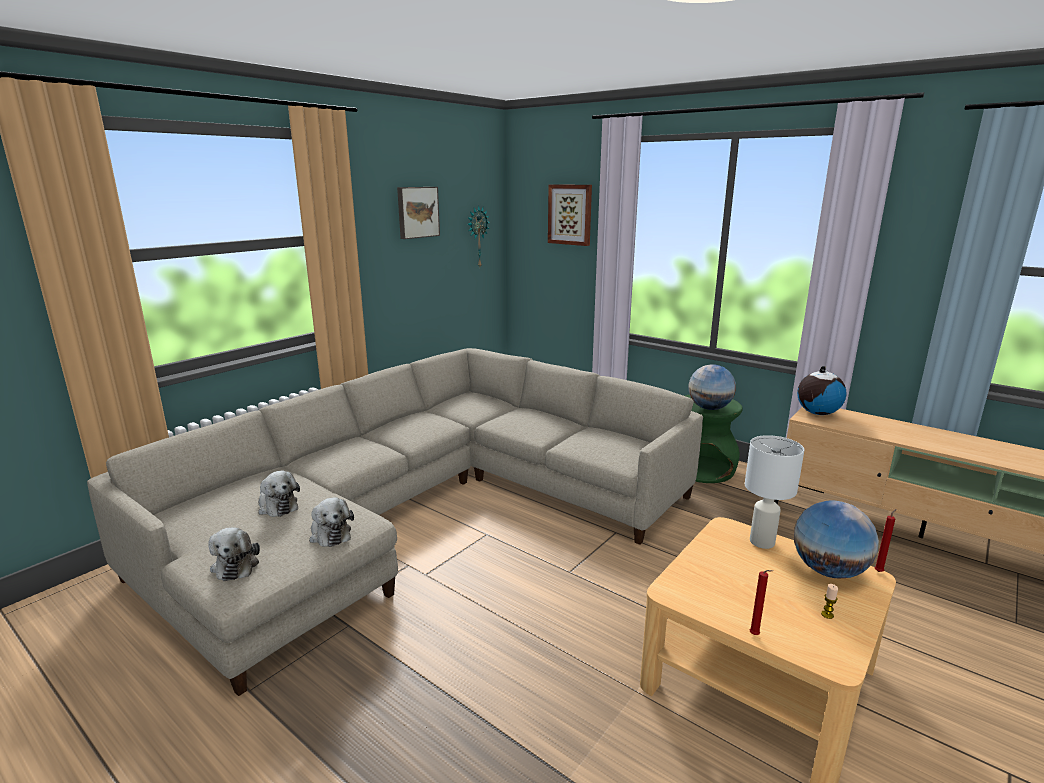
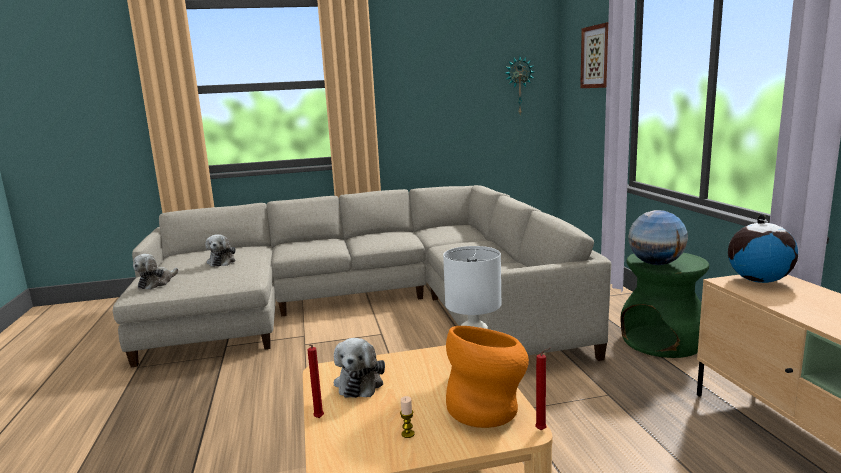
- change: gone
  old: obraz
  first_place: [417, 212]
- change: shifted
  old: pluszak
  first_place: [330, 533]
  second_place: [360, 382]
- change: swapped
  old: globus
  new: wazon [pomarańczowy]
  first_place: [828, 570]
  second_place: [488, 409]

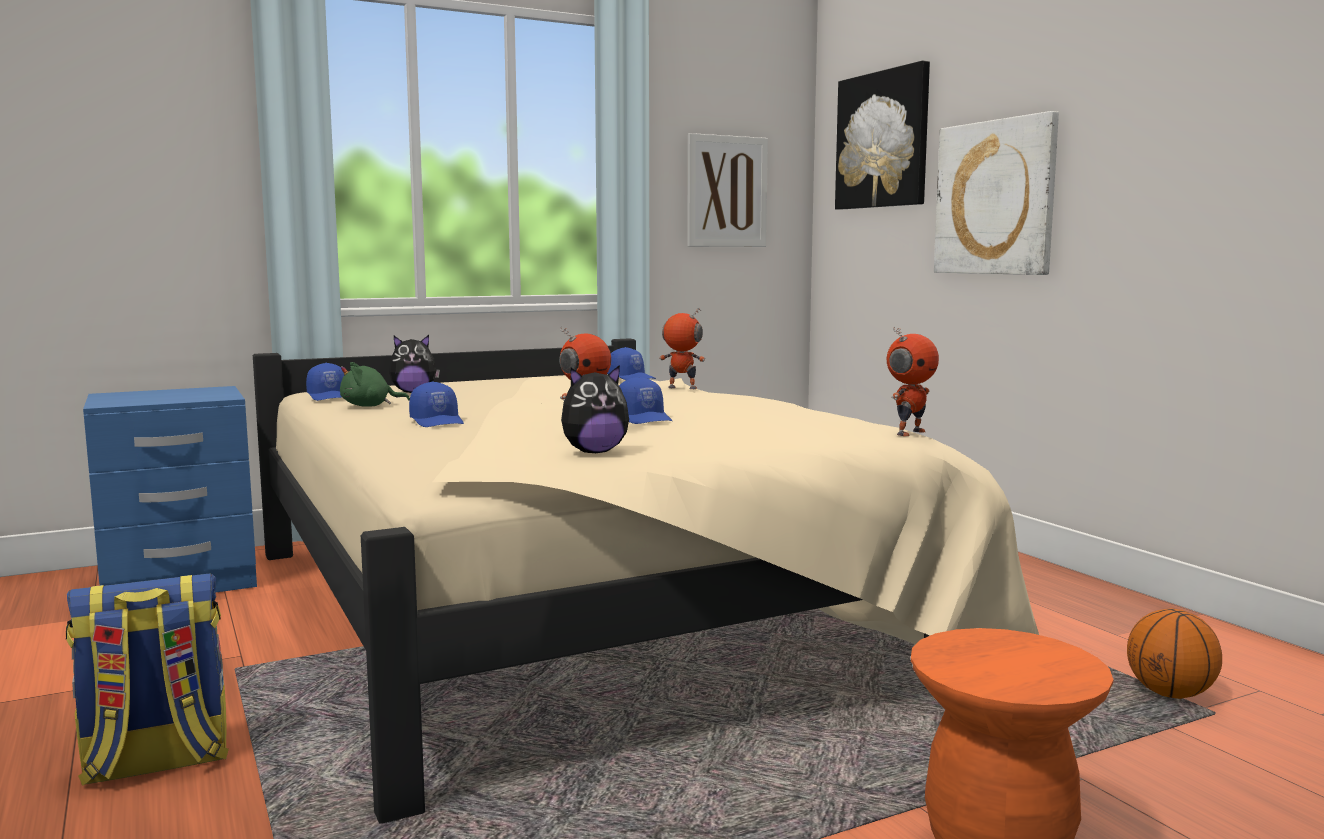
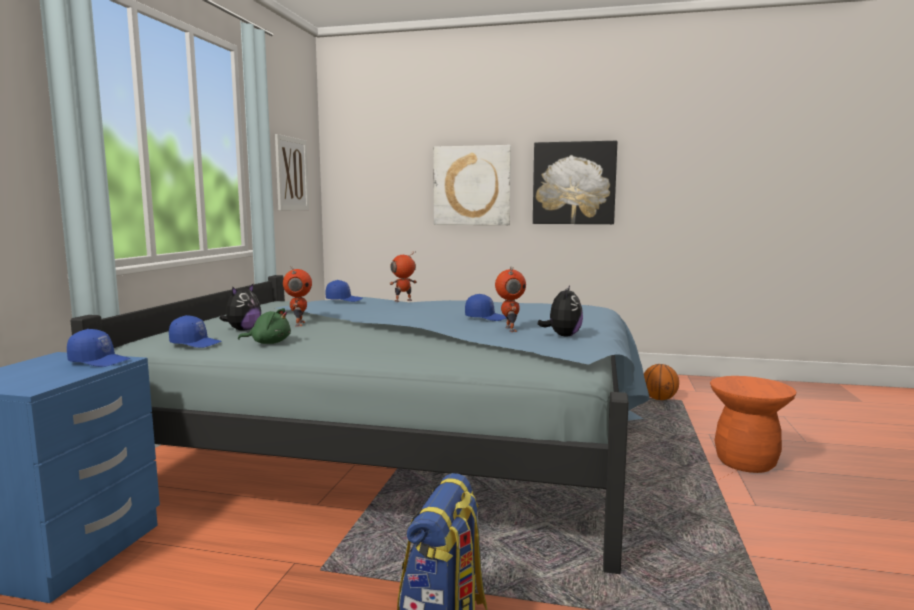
- change: shifted
  old: obraz
  first_place: [883, 140]
  second_place: [574, 183]
- change: shifted
  old: robot zabawkowy
  first_place: [909, 433]
  second_place: [298, 324]
- change: repainted
  old: łóżko [beżowy]
  new: łóżko [niebieski]
  first_place: [582, 610]
  second_place: [411, 450]
- change: rotated
  old: pluszak [zielony]
  first_place: [369, 406]
  second_place: [268, 343]
  degrees: -105
- change: shifted
  old: czapka z daszkiem [niebieski]
  first_place: [438, 422]
  second_place: [100, 361]

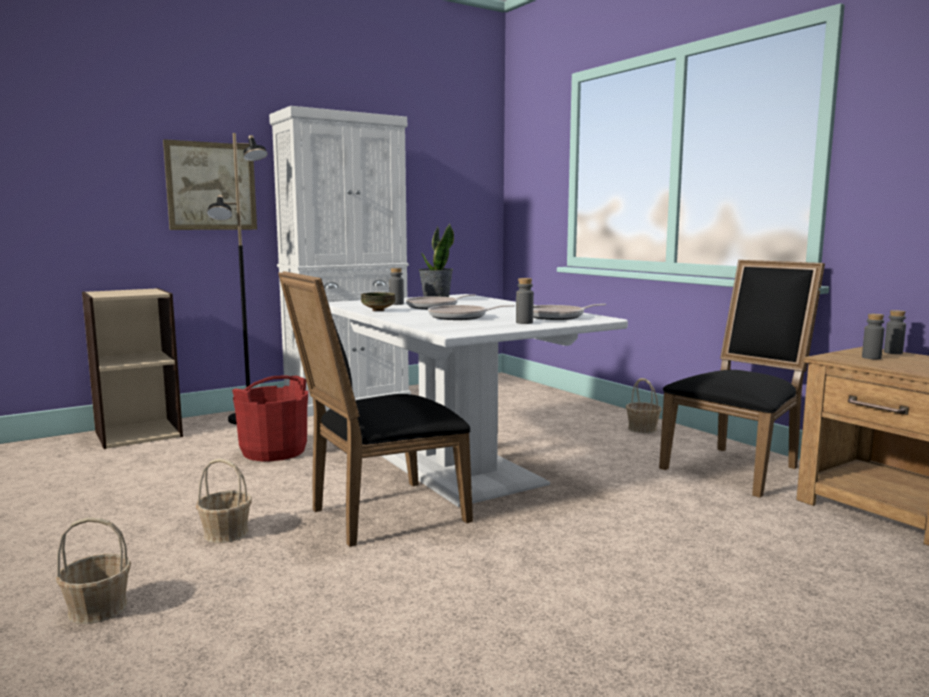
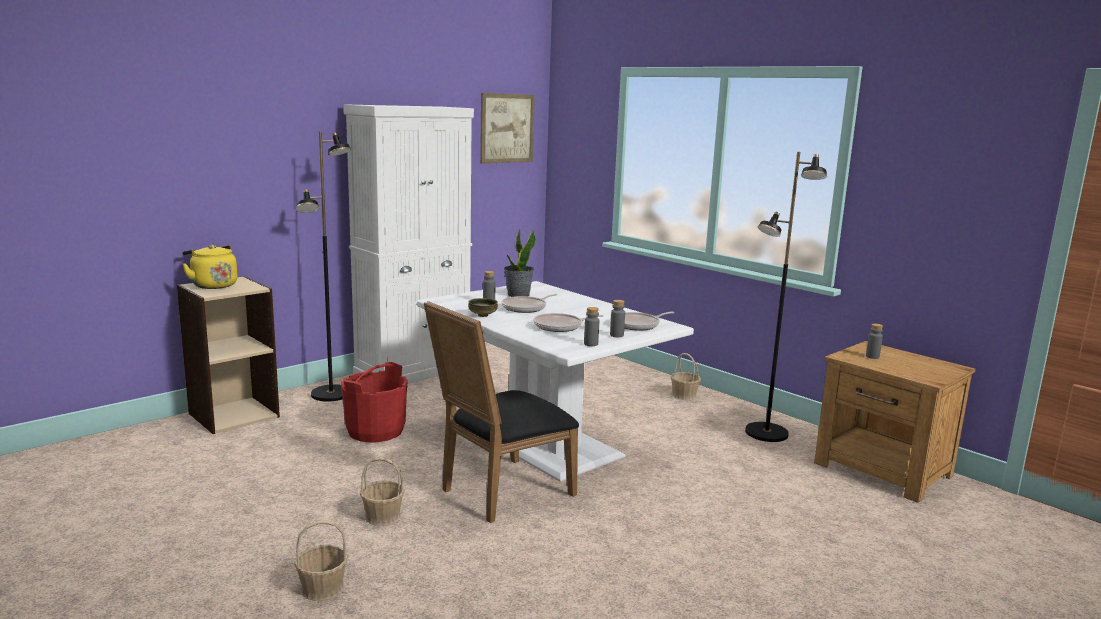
- change: shifted
  old: obraz
  first_place: [211, 186]
  second_place: [507, 128]
- change: swapped
  old: krzesło [czarny]
  new: lampa stojąca [czarny]
  first_place: [737, 467]
  second_place: [766, 433]
- change: shifted
  old: butelka [szary]
  first_place: [893, 352]
  second_place: [591, 344]
- change: new
  new: czajnik [żółty]
  second_place: [212, 285]

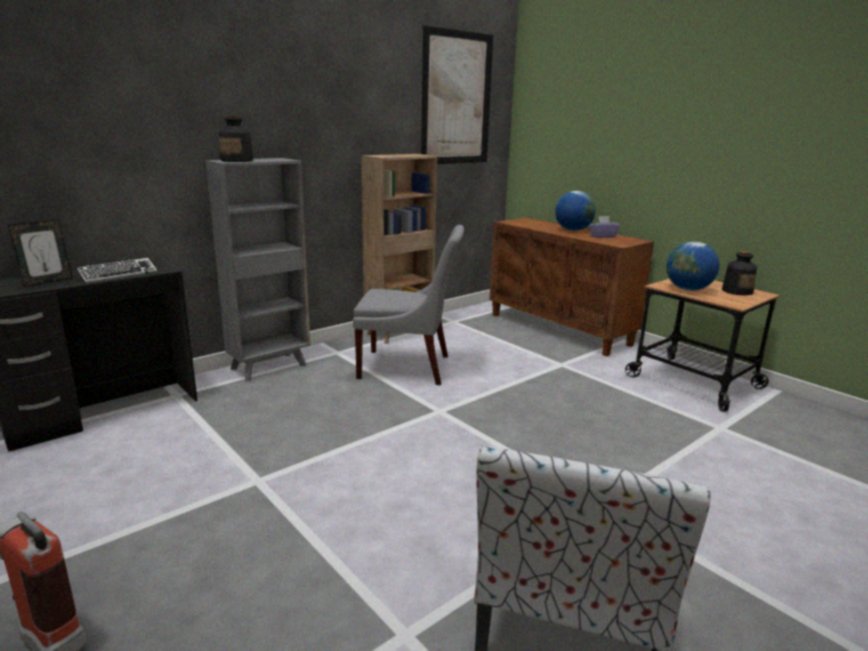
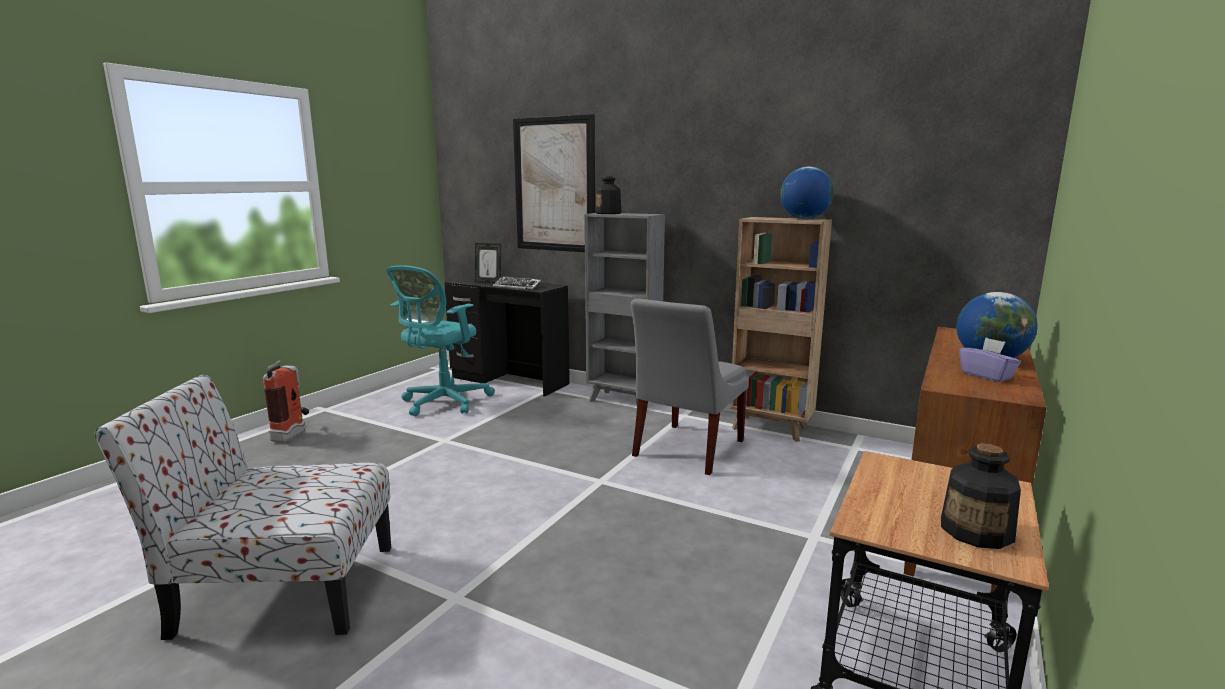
- change: shifted
  old: obraz
  first_place: [457, 99]
  second_place: [554, 185]
- change: rotated
  old: krzesło [szary]
  first_place: [409, 367]
  second_place: [686, 450]
  degrees: 45
- change: shifted
  old: globus
  first_place: [688, 289]
  second_place: [804, 219]
- change: new
  new: krzesło biurowe [turkusowy]
  second_place: [443, 403]

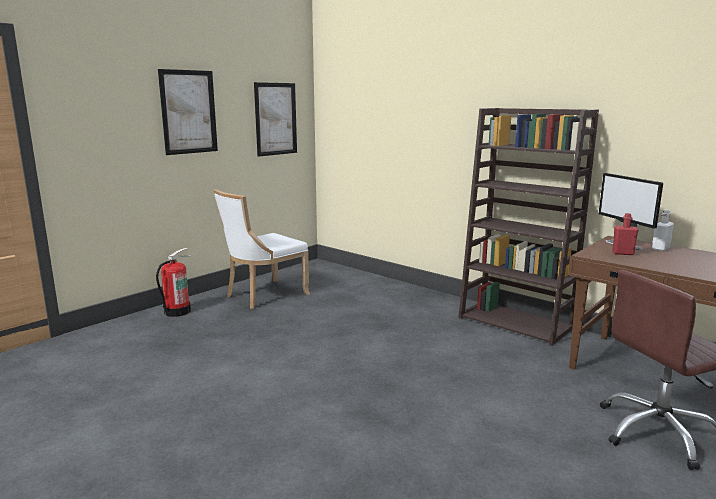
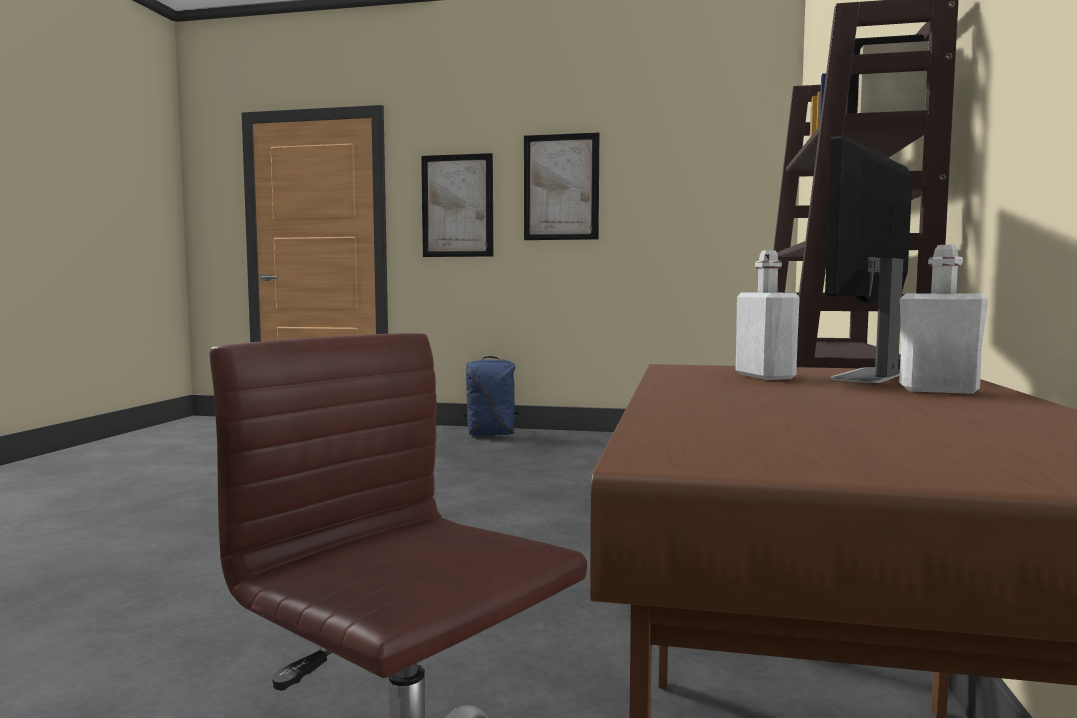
- change: shifted
  old: obraz
  first_place: [276, 119]
  second_place: [457, 206]
- change: gone
  old: krzesło [biały]
  first_place: [263, 295]
- change: repainted
  old: butelka [czerwony]
  new: butelka [biały]
  first_place: [622, 253]
  second_place: [765, 376]
- change: swapped
  old: gaśnica
  new: plecak [niebieski]
  first_place: [177, 311]
  second_place: [491, 434]

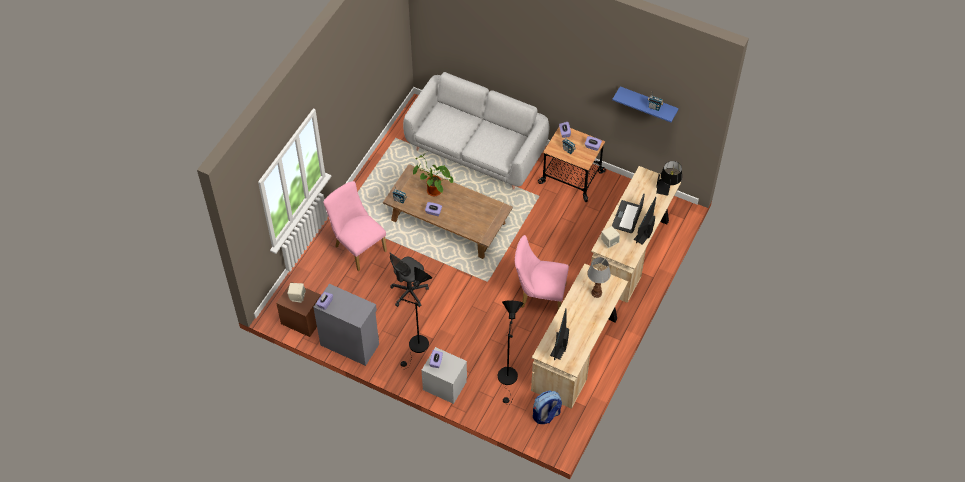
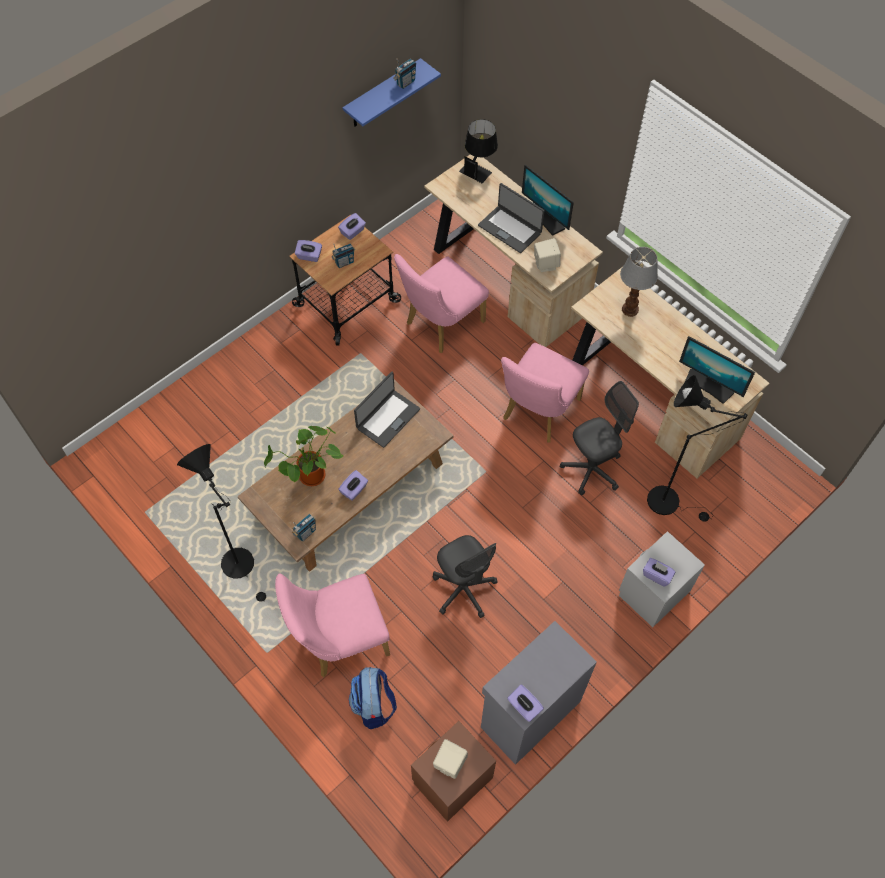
- change: gone
  old: kanapa [szary]
  first_place: [477, 150]
- change: shifted
  old: lampa stojąca [czarny]
  first_place: [417, 347]
  second_place: [242, 568]
- change: shifted
  old: plecak
  first_place: [546, 415]
  second_place: [373, 705]
- change: new
  new: krzesło [różowy]
  second_place: [440, 325]
- change: new
  new: laptop
  second_place: [387, 418]
- change: new
  new: krzesło biurowe [szary]
  second_place: [591, 469]

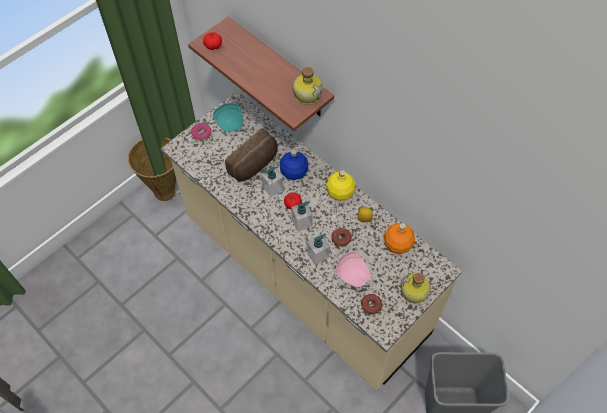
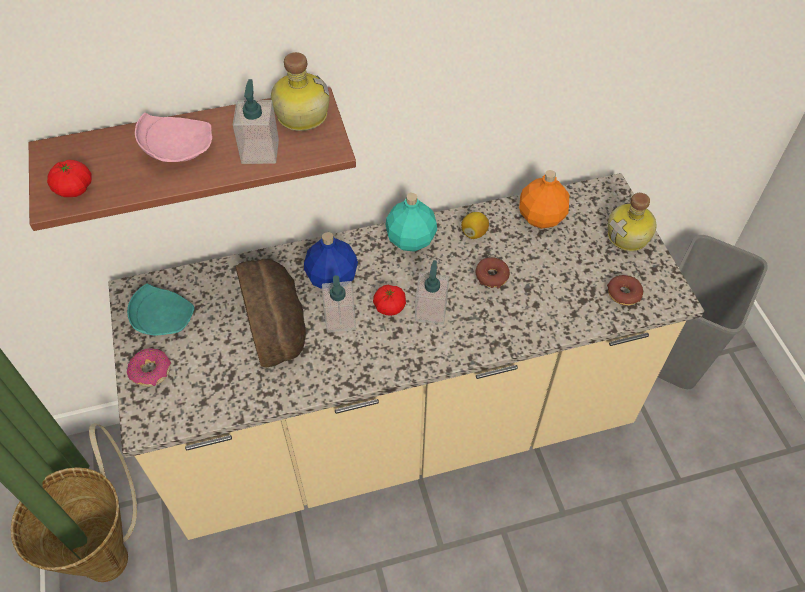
- change: repainted
  old: butelka [żółty]
  new: butelka [turkusowy]
  first_place: [340, 193]
  second_place: [411, 240]
- change: shifted
  old: dozownik mydła
  first_place: [318, 255]
  second_place: [260, 151]
- change: shifted
  old: talerz [różowy]
  first_place: [353, 273]
  second_place: [177, 148]

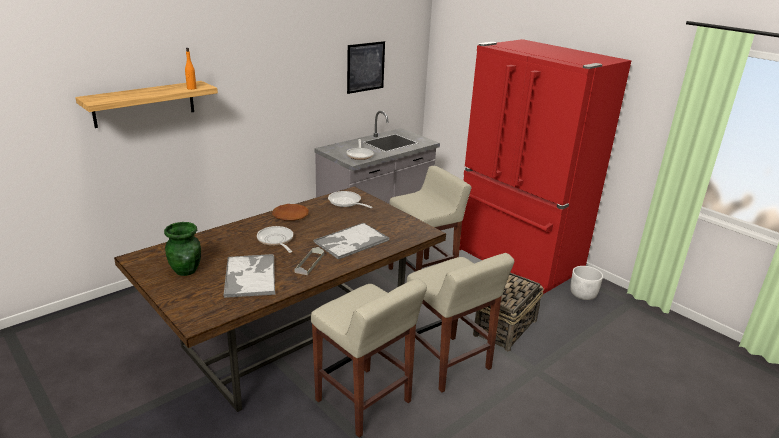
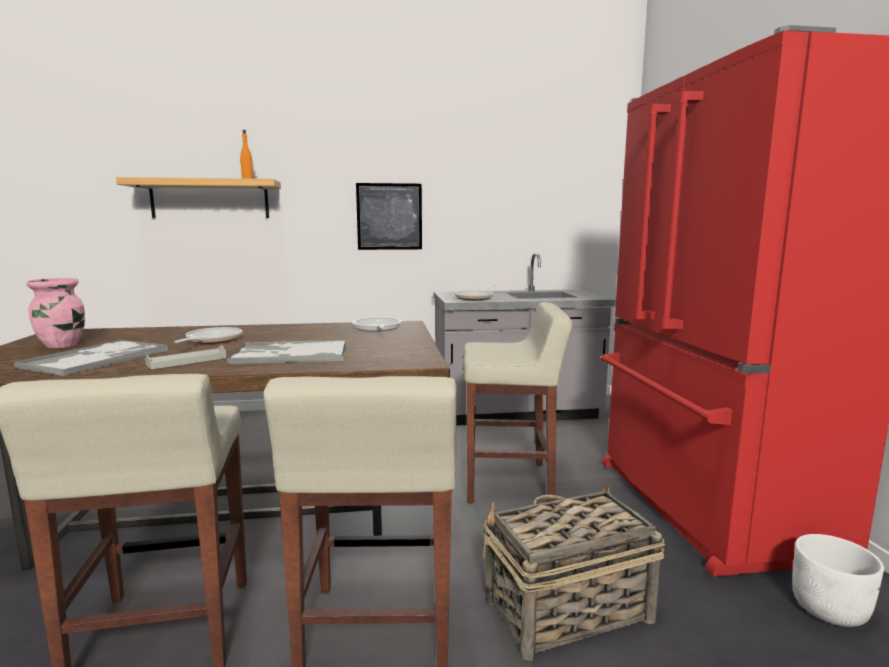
- change: shifted
  old: obraz
  first_place: [365, 67]
  second_place: [389, 216]
- change: gone
  old: talerz [brązowy]
  first_place: [290, 215]
- change: repainted
  old: wazon [zielony]
  new: wazon [różowy]
  first_place: [186, 270]
  second_place: [62, 345]

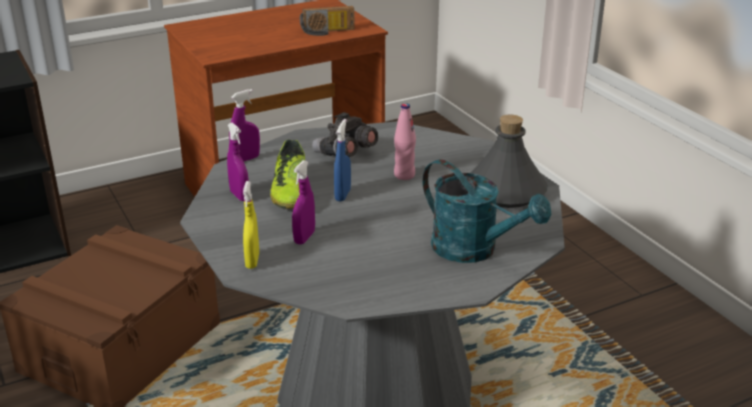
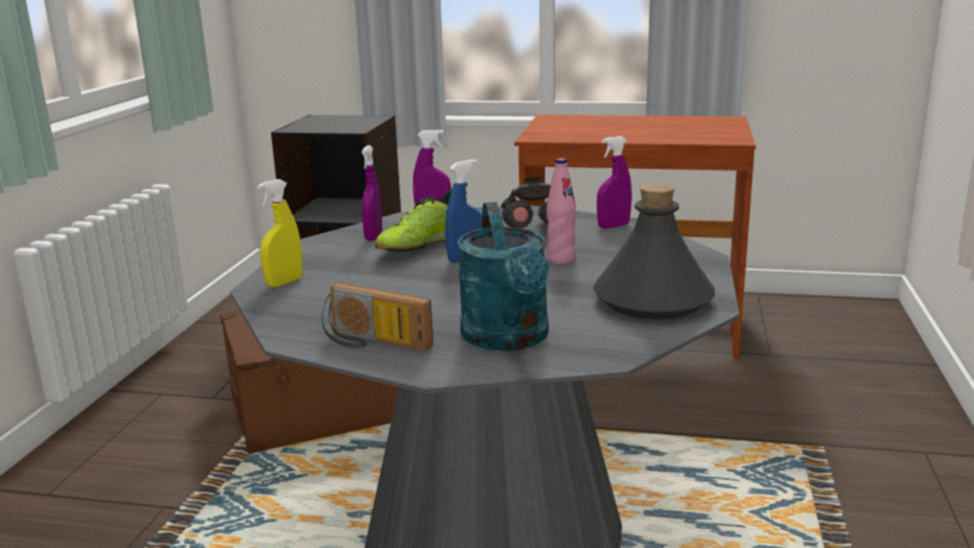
- change: shifted
  old: radio
  first_place: [327, 32]
  second_place: [372, 342]
- change: shifted
  old: spryskiwacz [fioletowy]
  first_place: [304, 238]
  second_place: [613, 226]

